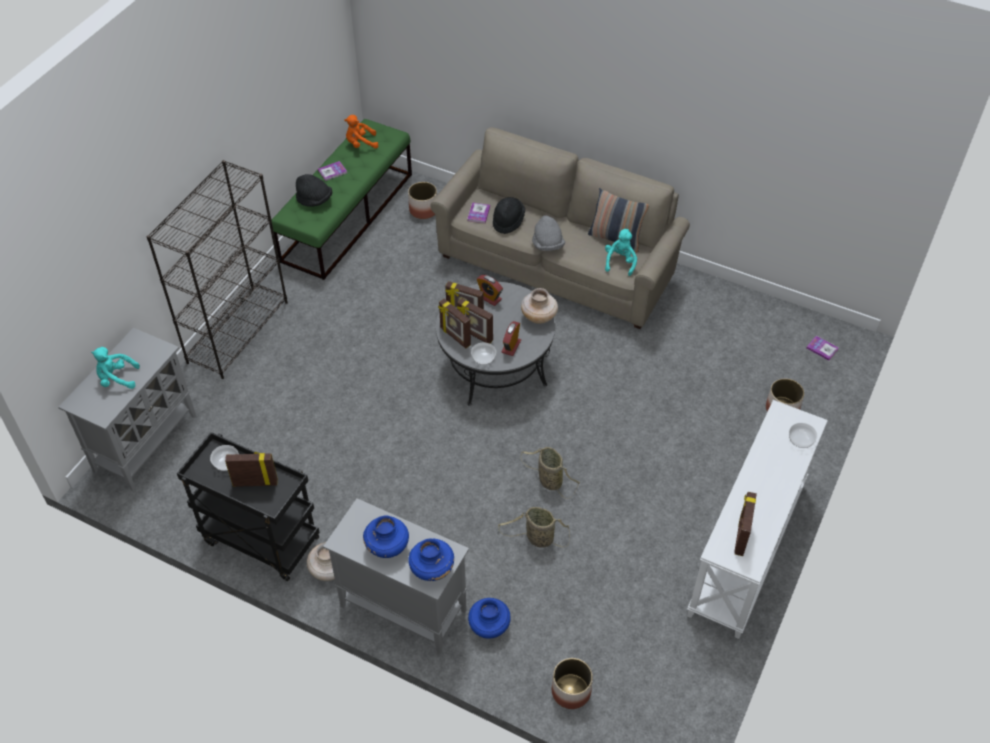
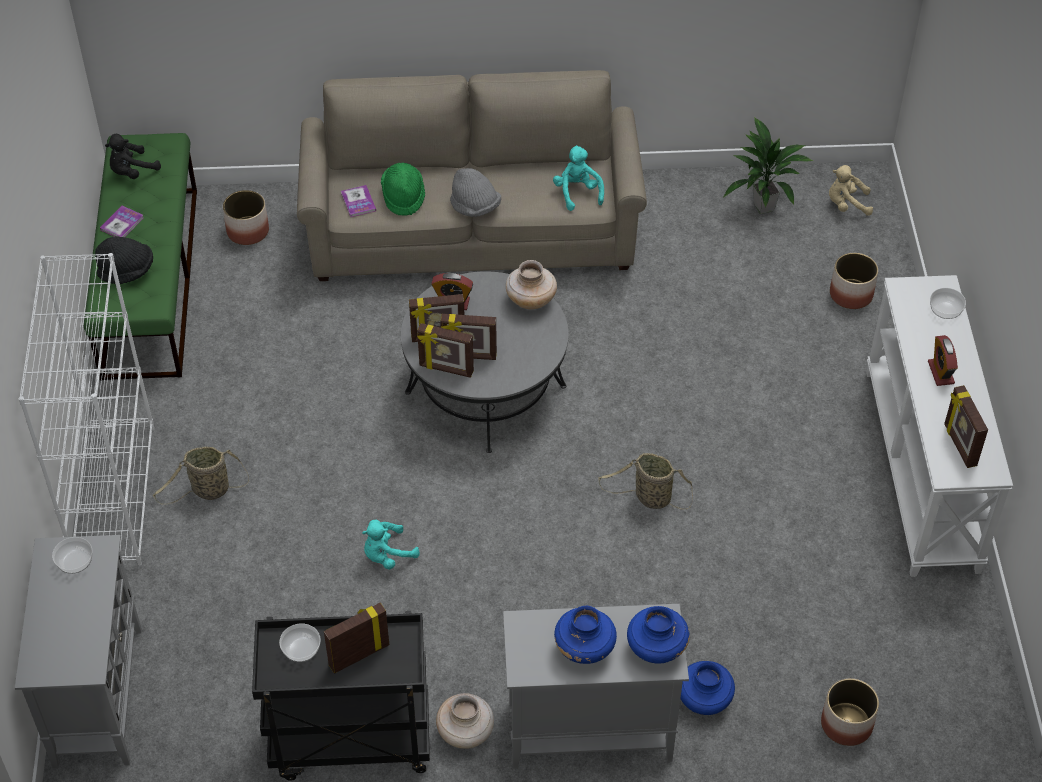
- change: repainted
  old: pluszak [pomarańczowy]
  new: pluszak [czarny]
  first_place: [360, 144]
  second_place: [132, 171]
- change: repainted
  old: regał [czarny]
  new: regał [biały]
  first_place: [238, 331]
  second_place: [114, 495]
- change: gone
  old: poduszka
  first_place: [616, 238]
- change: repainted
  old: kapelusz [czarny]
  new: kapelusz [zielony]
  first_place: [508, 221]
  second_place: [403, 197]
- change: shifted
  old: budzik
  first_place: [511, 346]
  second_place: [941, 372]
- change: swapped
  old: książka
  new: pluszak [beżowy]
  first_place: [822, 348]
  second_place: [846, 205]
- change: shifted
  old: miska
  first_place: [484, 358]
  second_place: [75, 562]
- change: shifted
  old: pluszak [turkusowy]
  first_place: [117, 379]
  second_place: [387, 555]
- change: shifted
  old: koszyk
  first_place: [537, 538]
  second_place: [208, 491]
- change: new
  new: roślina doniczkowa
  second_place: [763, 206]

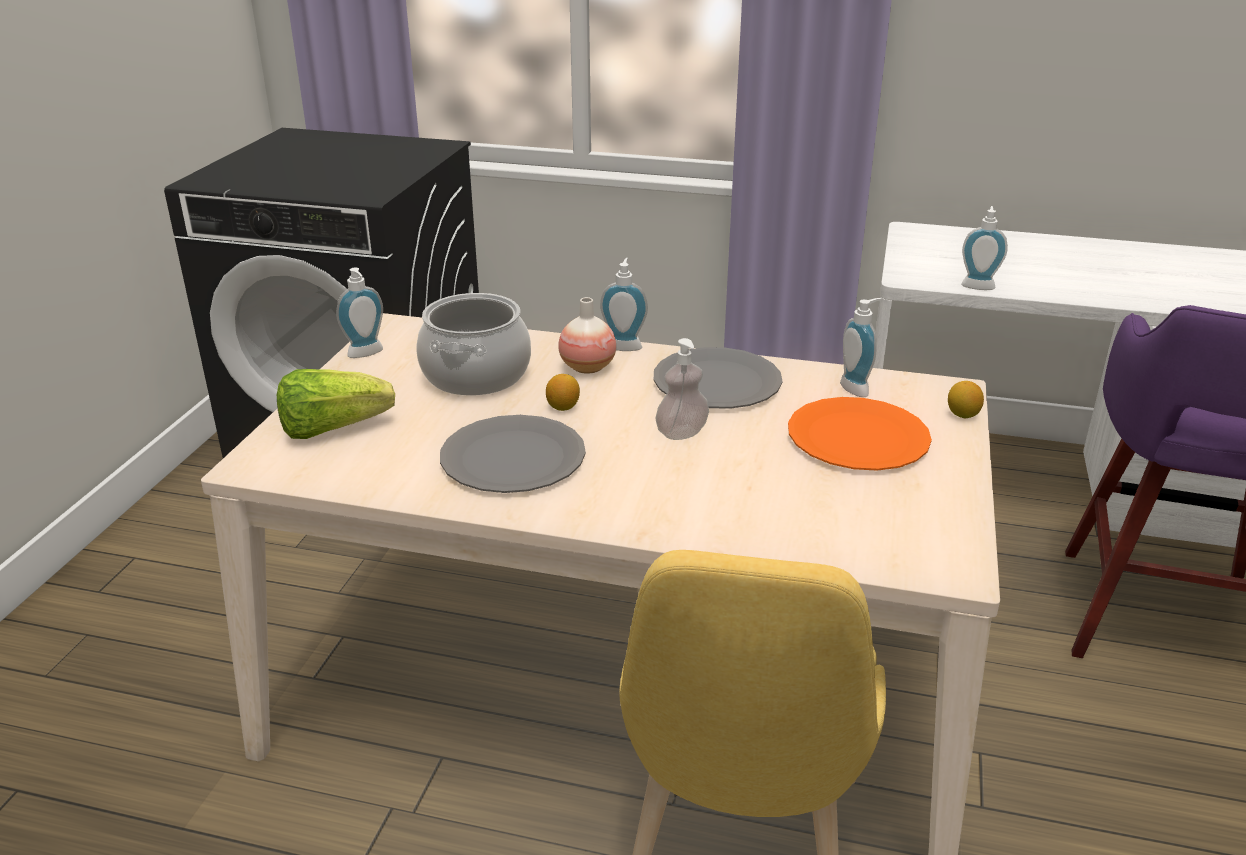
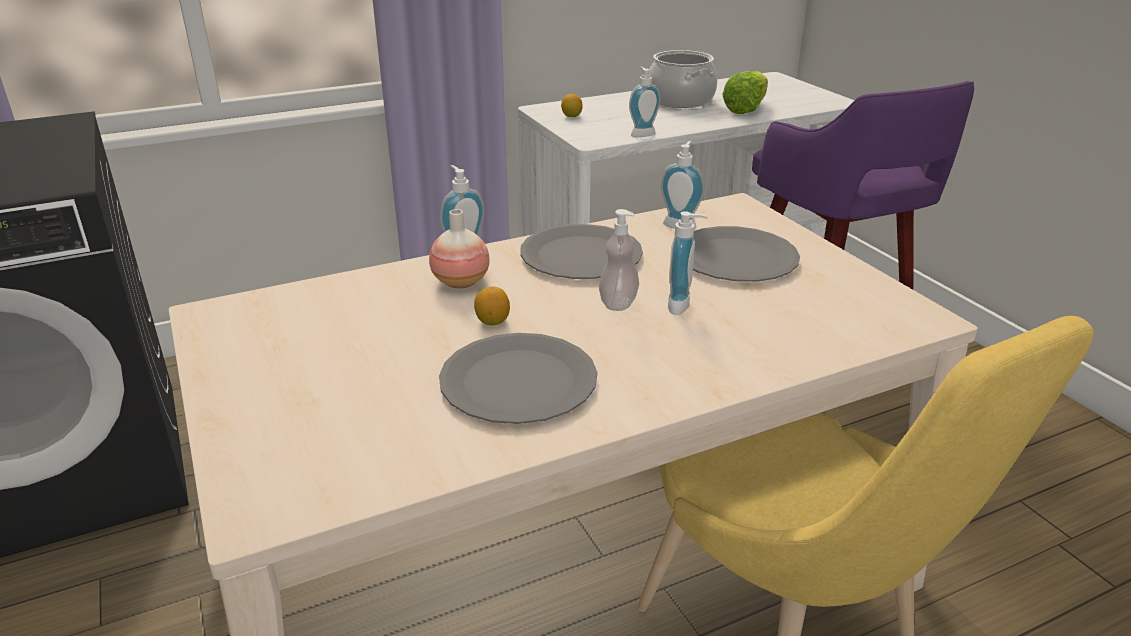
- change: shifted
  old: dozownik mydła
  first_place: [367, 354]
  second_place: [683, 306]
- change: shifted
  old: garnek
  first_place: [475, 374]
  second_place: [679, 100]
- change: shifted
  old: sałata
  first_place: [332, 428]
  second_place: [745, 109]
- change: shifted
  old: cytryna
  first_place: [962, 415]
  second_place: [571, 116]
- change: repainted
  old: talerz [pomarańczowy]
  new: talerz [szary]
  first_place: [857, 438]
  second_place: [736, 258]

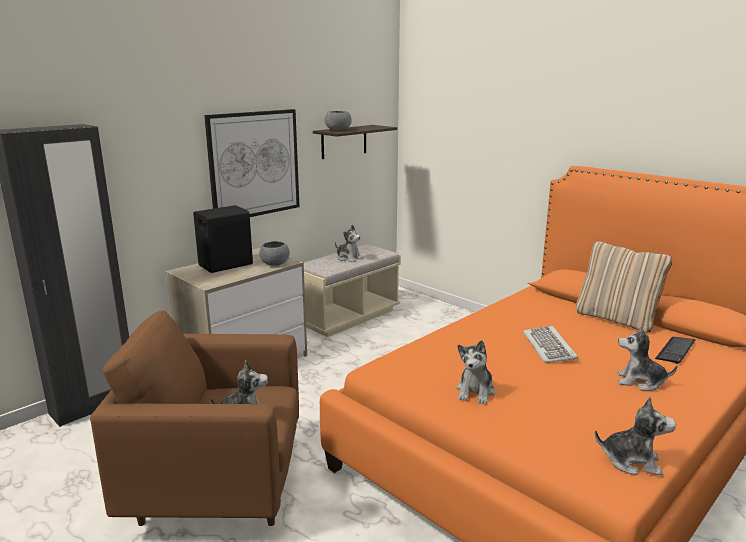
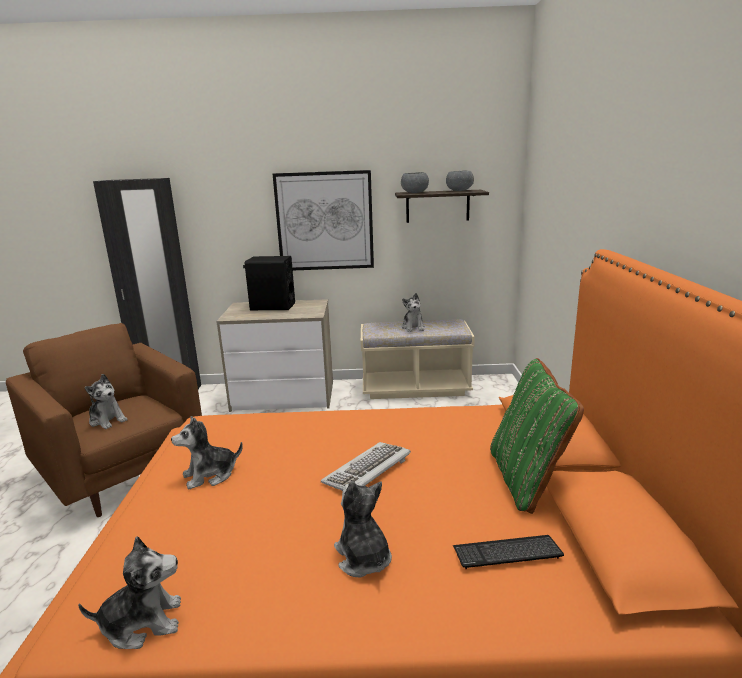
- change: shifted
  old: miska [szary]
  first_place: [275, 264]
  second_place: [459, 190]
- change: repainted
  old: poduszka [beżowy]
  new: poduszka [zielony]
  first_place: [616, 319]
  second_place: [527, 479]
- change: rotated
  old: pluszak
  first_place: [631, 461]
  second_place: [143, 623]
  degrees: -75

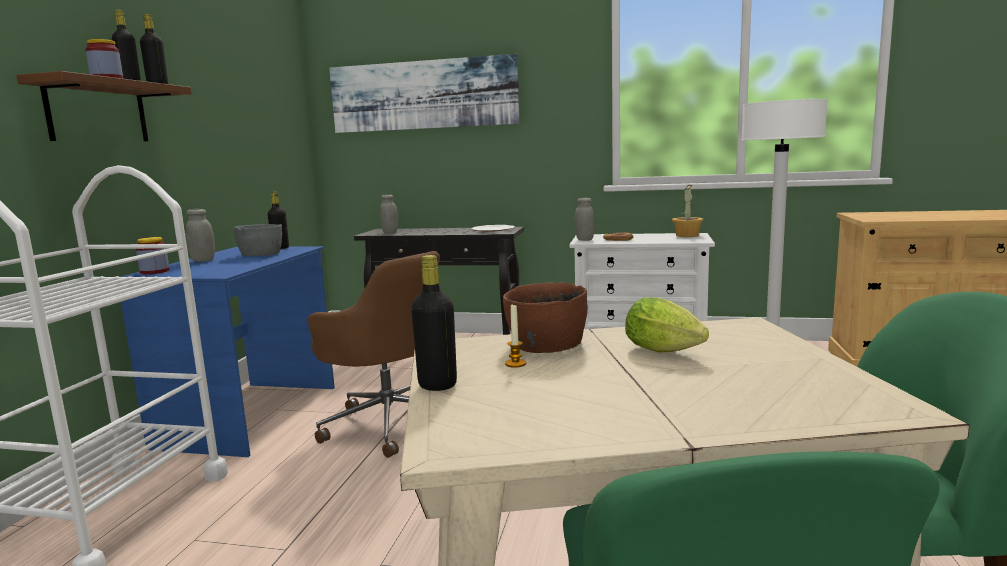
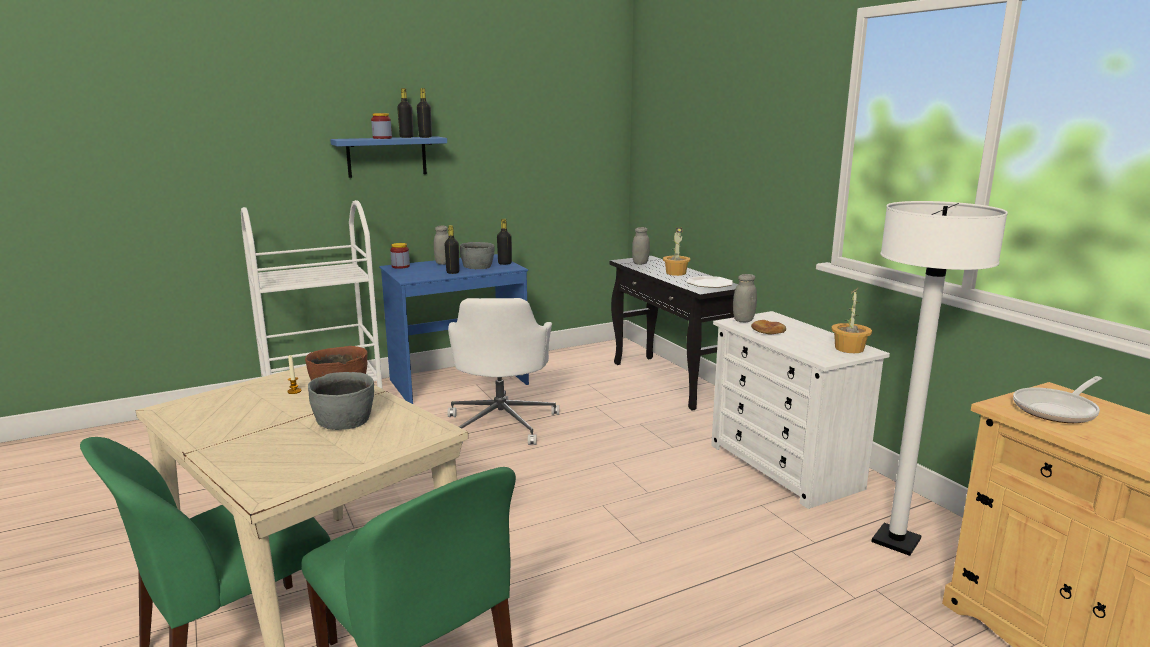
- change: gone
  old: obraz
  first_place: [423, 95]
- change: repainted
  old: półka [brązowy]
  new: półka [niebieski]
  first_place: [97, 112]
  second_place: [387, 156]
- change: repainted
  old: krzesło biurowe [brązowy]
  new: krzesło biurowe [biały]
  first_place: [389, 422]
  second_place: [502, 423]
- change: shifted
  old: butelka [czarny]
  first_place: [437, 385]
  second_place: [453, 272]
- change: swapped
  old: sałata
  new: miska [szary]
  first_place: [667, 352]
  second_place: [345, 420]
- change: new
  new: roślina doniczkowa
  second_place: [675, 273]
- change: new
  new: patelnia
  second_place: [1057, 410]

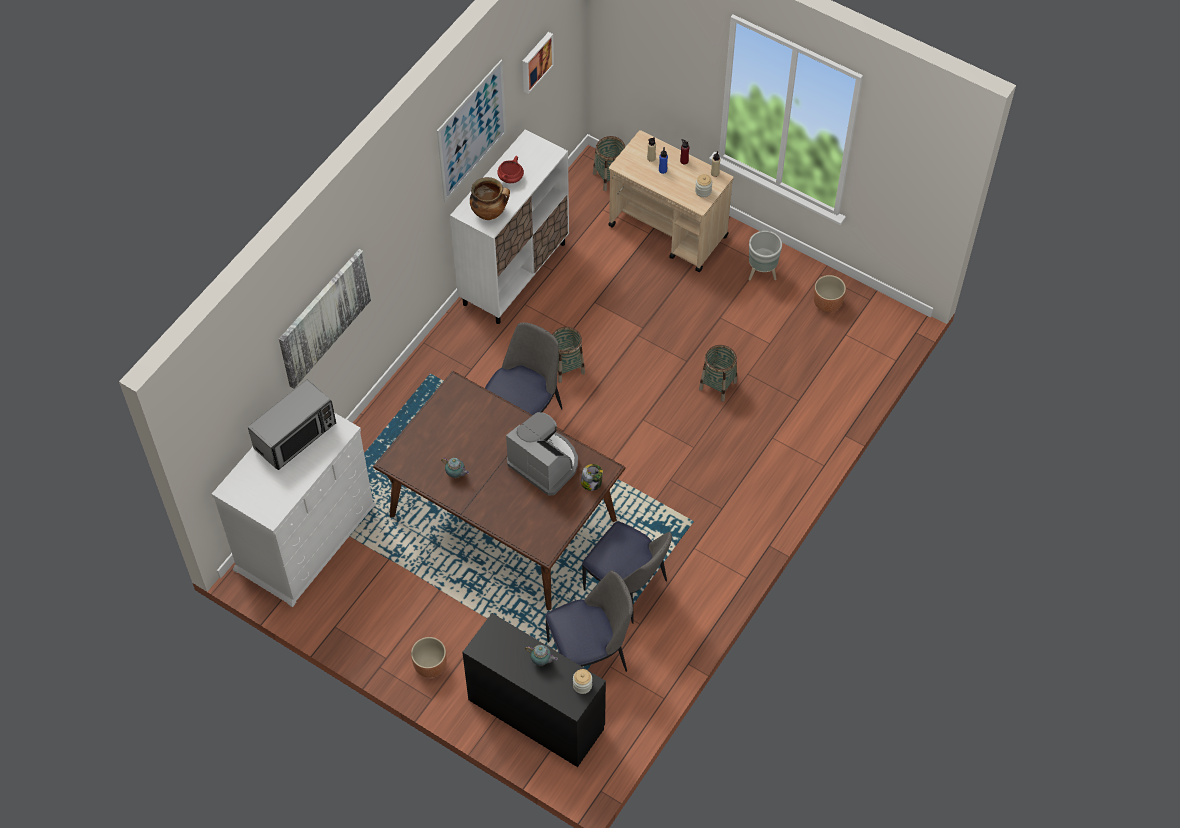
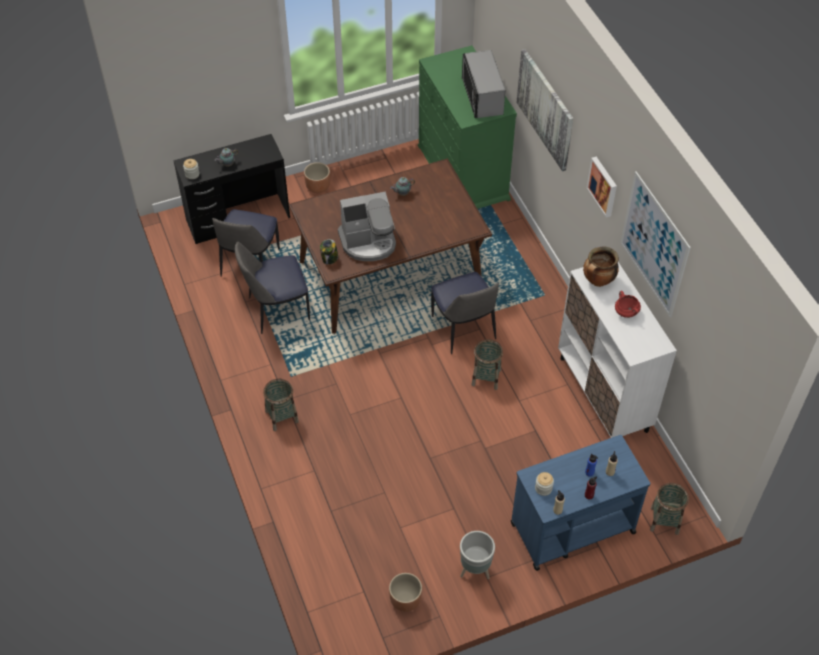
- change: shifted
  old: obraz
  first_place: [536, 61]
  second_place: [603, 186]
- change: repainted
  old: wózek [beżowy]
  new: wózek [niebieski]
  first_place: [669, 231]
  second_place: [571, 528]
- change: shifted
  old: koszyk
  first_place: [718, 385]
  second_place: [281, 416]
- change: repainted
  old: komoda [biały]
  new: komoda [zielony]
  first_place: [305, 537]
  second_place: [463, 173]

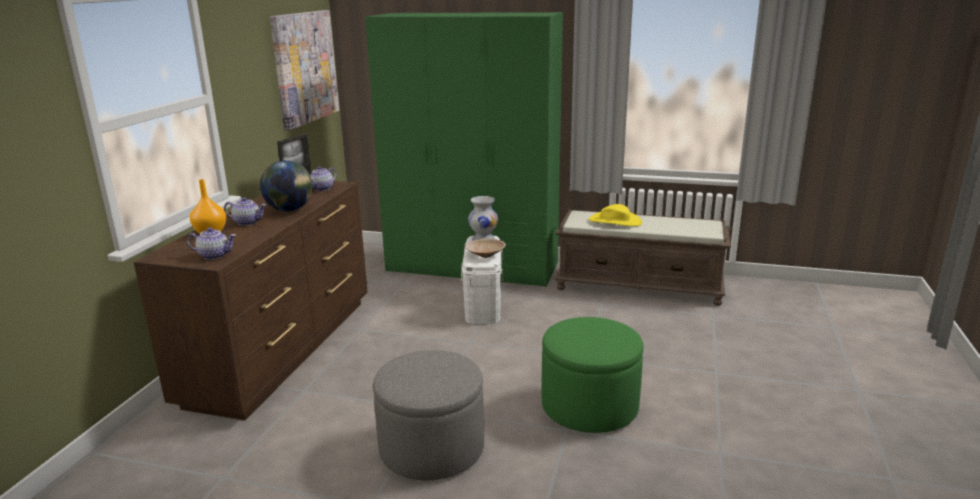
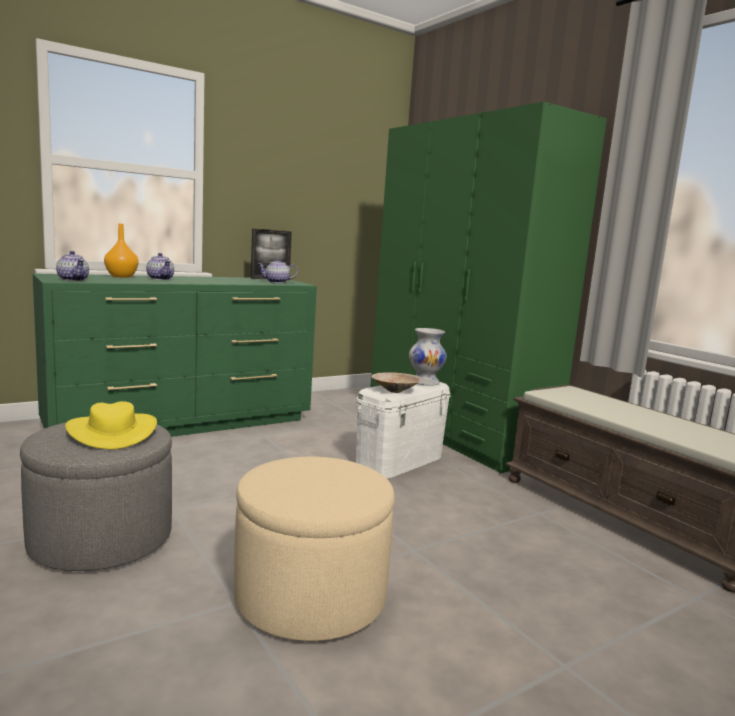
- change: gone
  old: obraz
  first_place: [304, 67]
- change: gone
  old: globus
  first_place: [290, 210]
- change: repainted
  old: komoda [brązowy]
  new: komoda [zielony]
  first_place: [284, 349]
  second_place: [184, 424]
- change: shifted
  old: kapelusz [żółty]
  first_place: [615, 221]
  second_place: [112, 432]
- change: repainted
  old: pufa [zielony]
  new: pufa [beżowy]
  first_place: [589, 406]
  second_place: [310, 596]

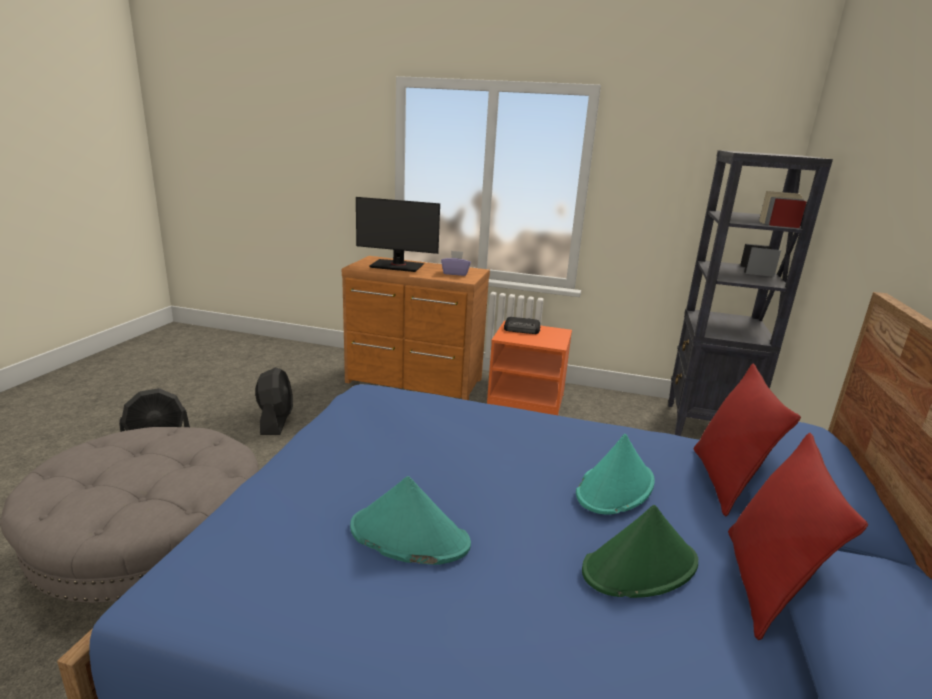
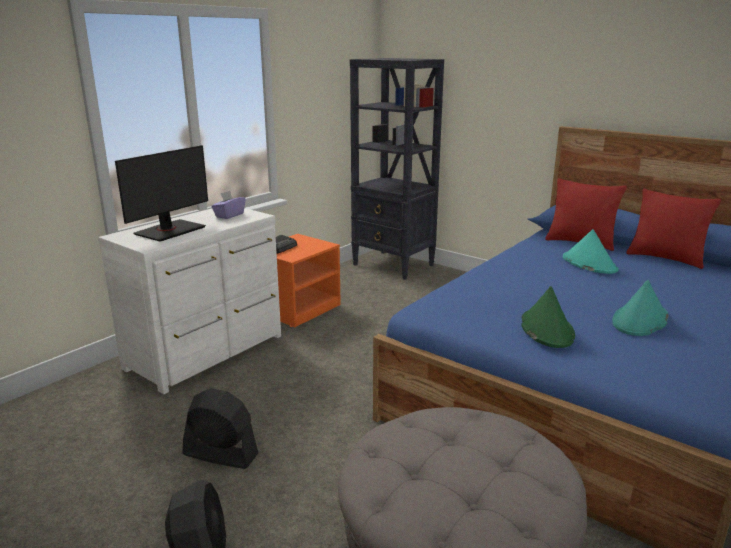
- change: repainted
  old: komoda [brązowy]
  new: komoda [biały]
  first_place: [414, 382]
  second_place: [209, 352]
- change: shifted
  old: kapelusz [zielony]
  first_place: [640, 567]
  second_place: [546, 329]

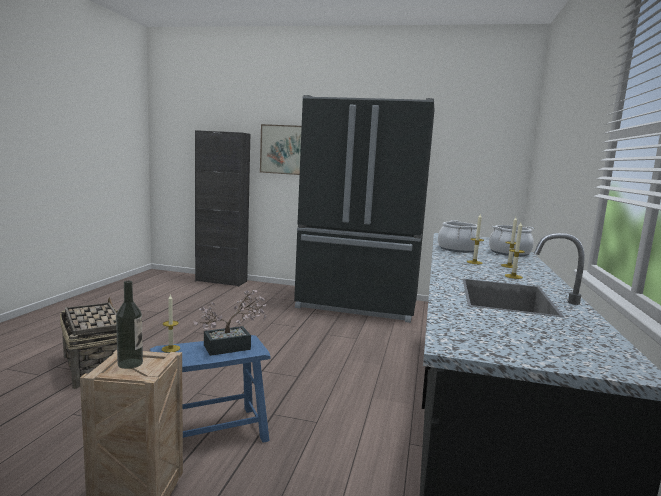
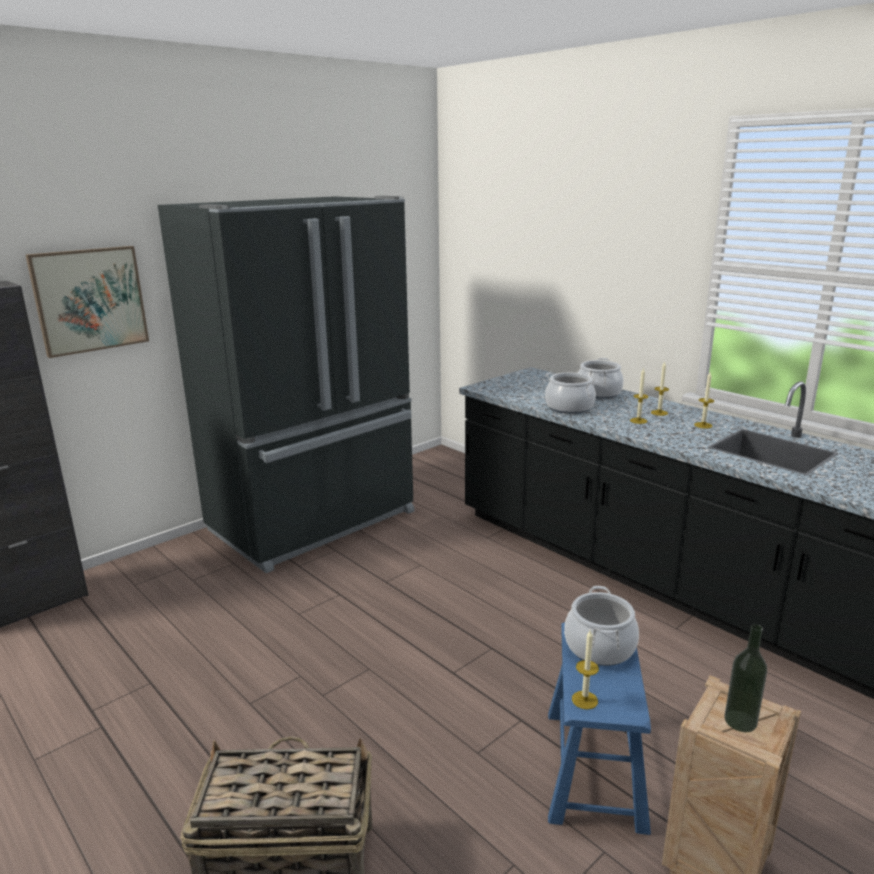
- change: swapped
  old: roślina doniczkowa
  new: garnek
  first_place: [233, 346]
  second_place: [600, 647]

